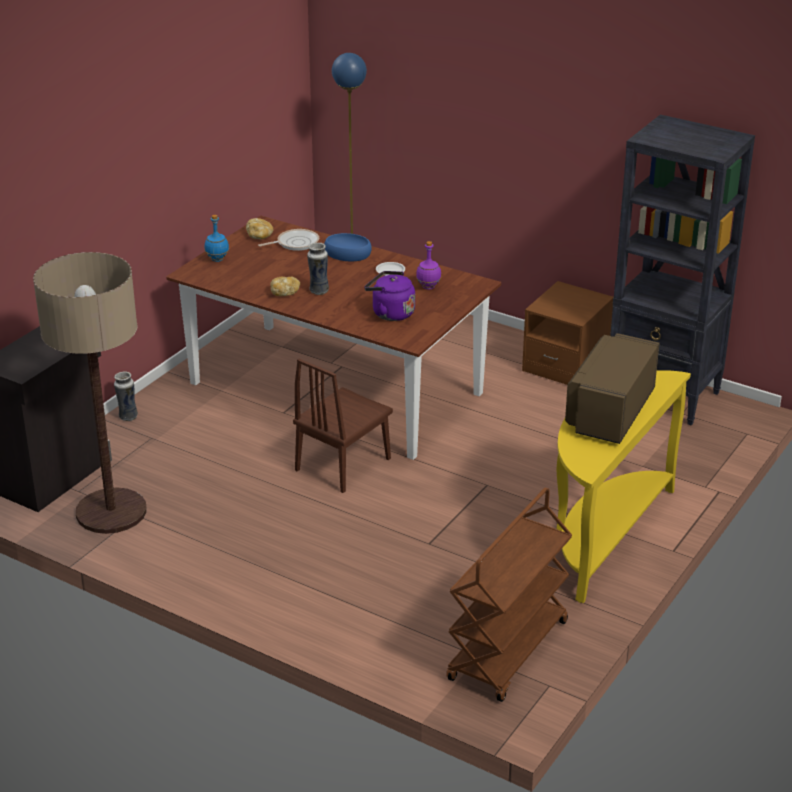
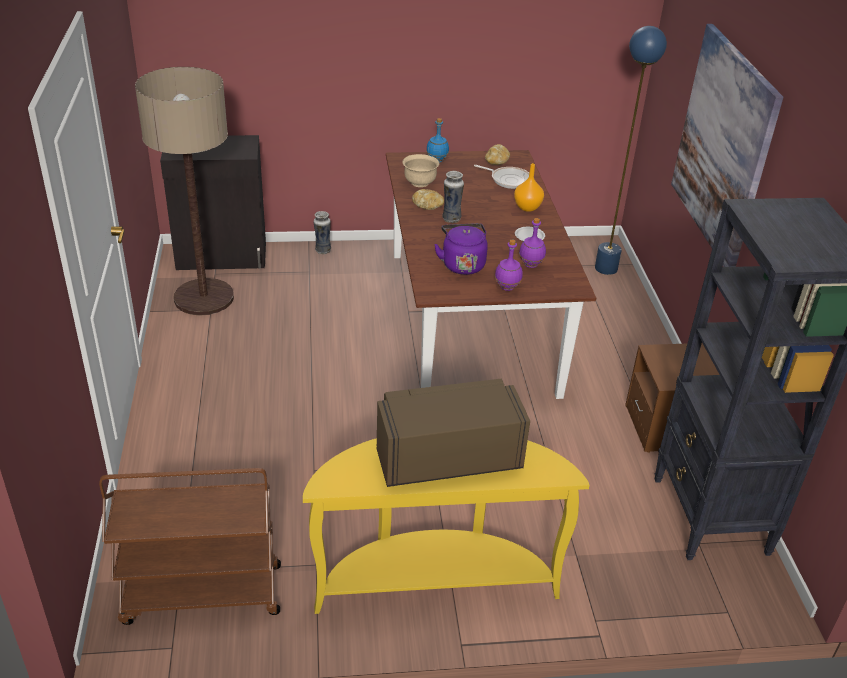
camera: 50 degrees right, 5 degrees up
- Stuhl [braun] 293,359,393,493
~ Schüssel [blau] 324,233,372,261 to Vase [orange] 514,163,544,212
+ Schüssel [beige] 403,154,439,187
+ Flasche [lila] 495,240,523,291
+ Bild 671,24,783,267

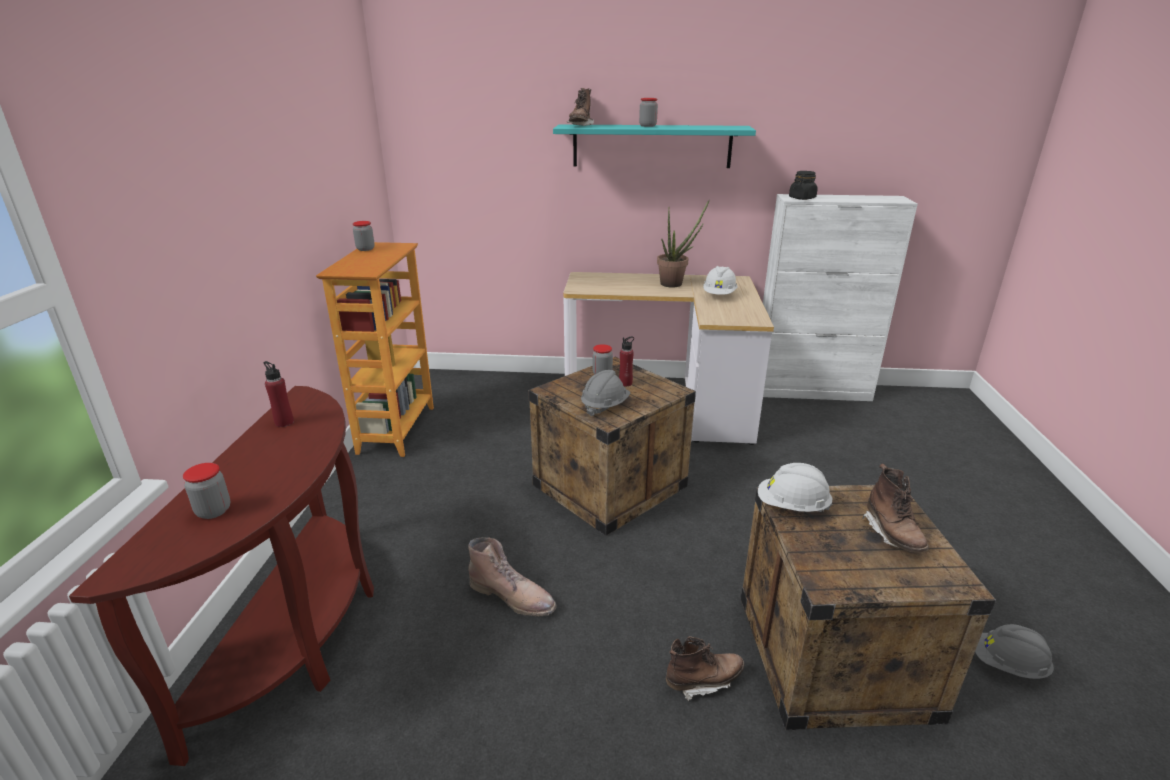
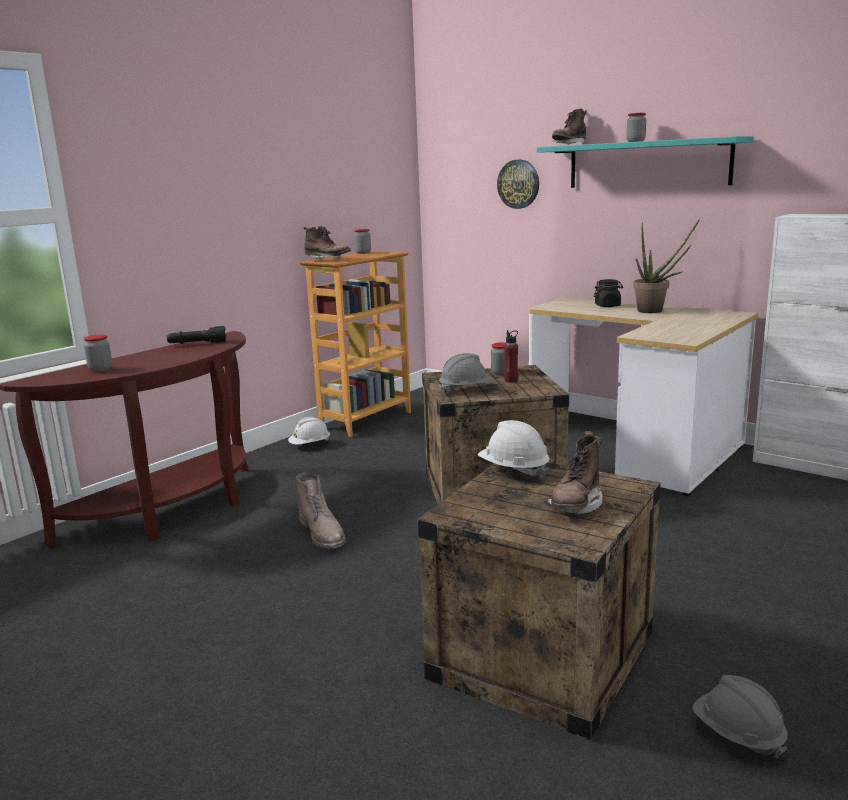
camera: 35 degrees right, 10 degrees down
~ Flasche [rot] 264,361,294,427 to Taschenlampe [schwarz] 167,326,227,344
~ Stiefel [braun] 666,636,744,701 to 303,226,351,260
~ Schutzhelm [weiß] 703,266,737,295 to 288,417,330,445
~ Vorratsglas [schwarz] 789,171,818,200 to 594,279,623,307
+ Wanduhr 497,160,539,209

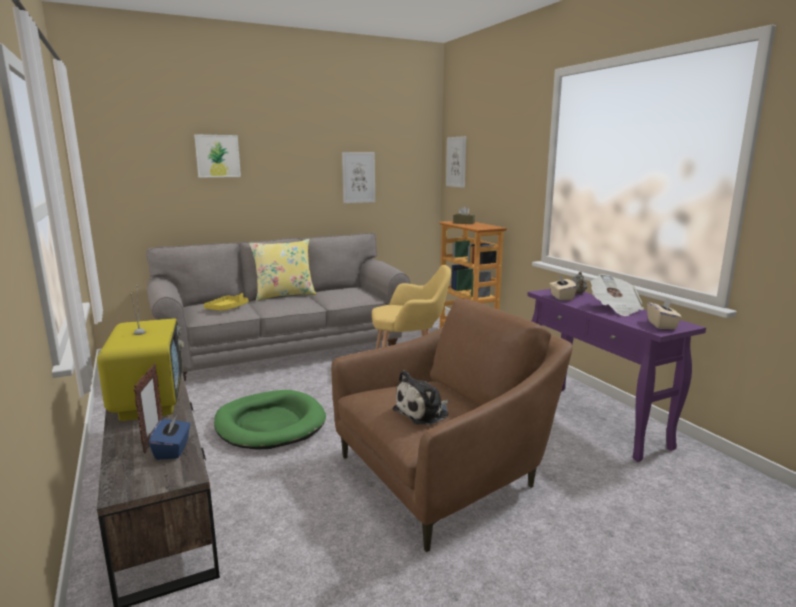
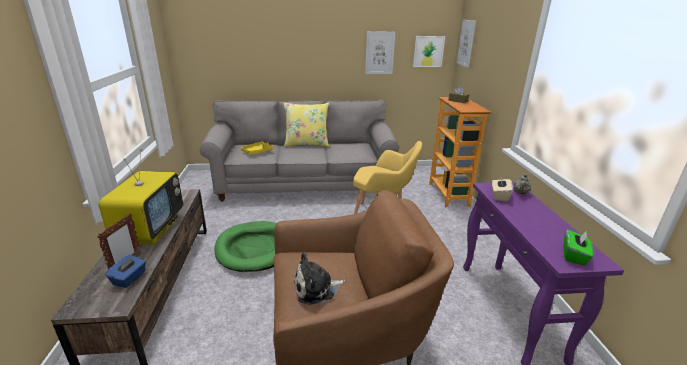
camera: 20 degrees right, 10 degrees up
~ Bild 194,135,241,178 to 413,36,445,67
- Zeitung 591,274,644,316
~ Taschentuchbox [beige] 647,298,682,329 to Taschentuchbox [grün] 563,229,593,265

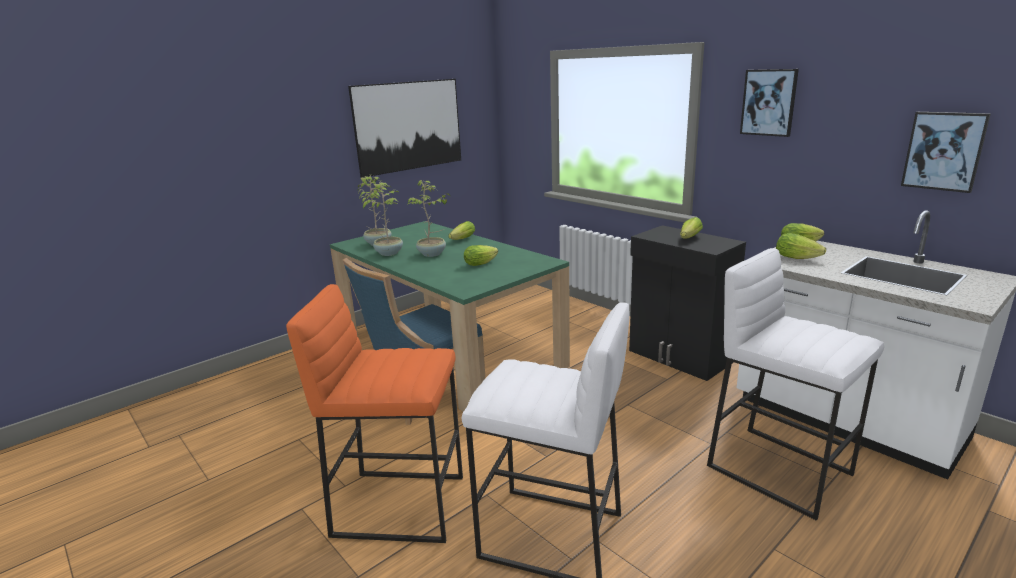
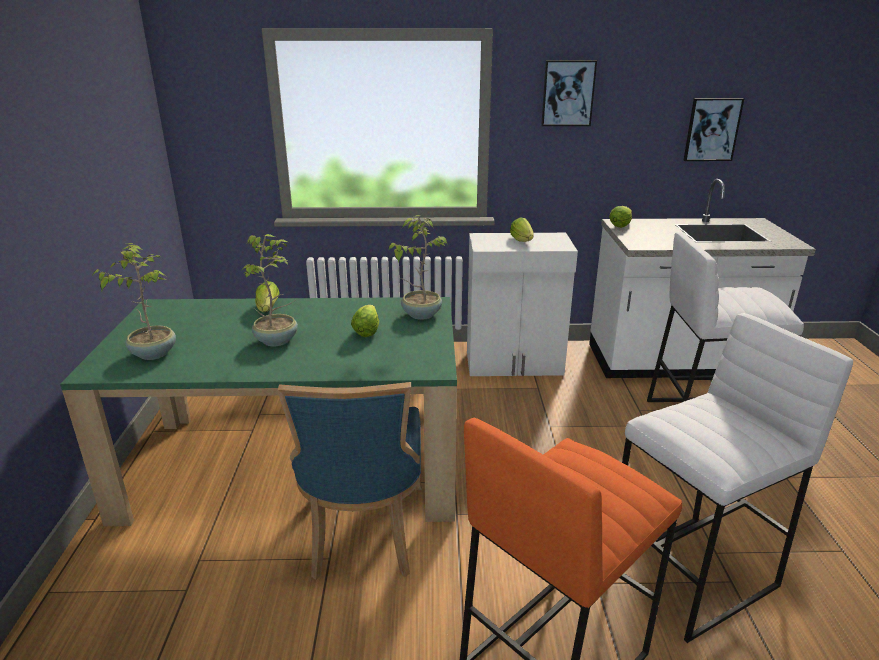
camera: 50 degrees left, 5 degrees up
- Bild 348,79,461,177
~ Topfpflanze 362,181,403,256 to 389,215,447,320
~ Schrank [schwarz] 629,225,746,381 to Schrank [weiß] 467,233,578,376
- Salatkopf 776,233,826,259

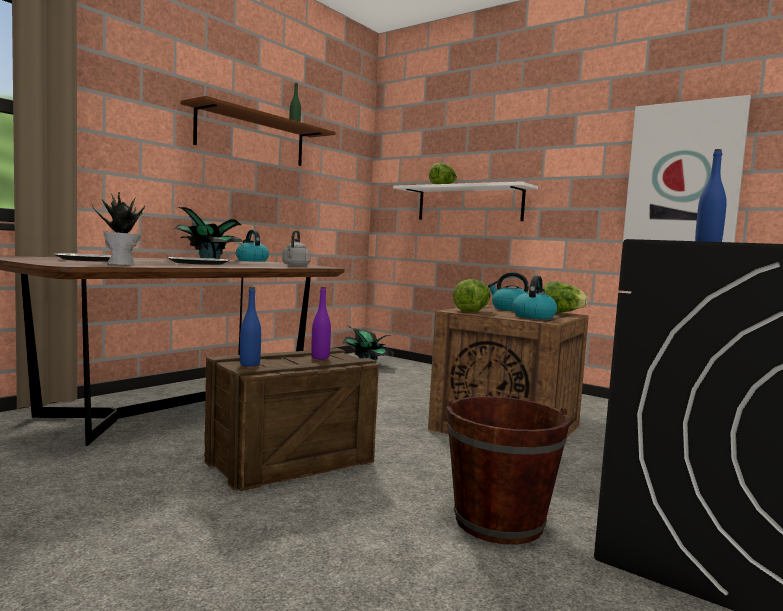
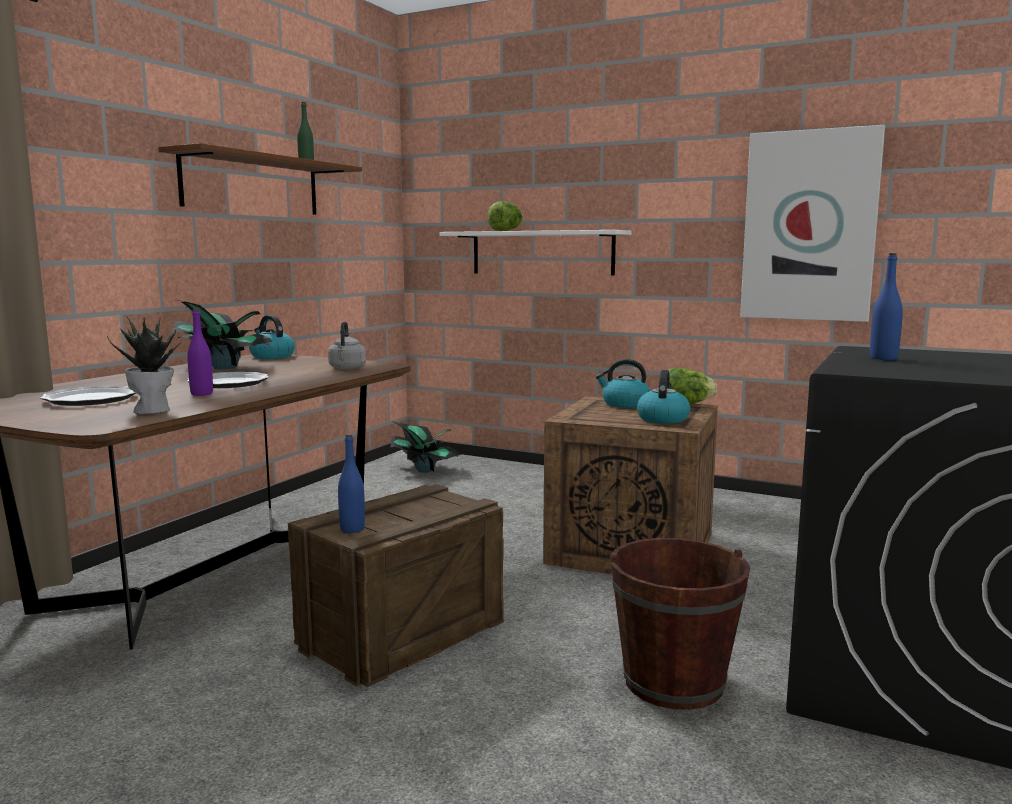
camera: 10 degrees left, 5 degrees up
~ Flasche [lila] 311,287,331,359 to 187,309,213,396
- Salatkopf 453,279,491,312

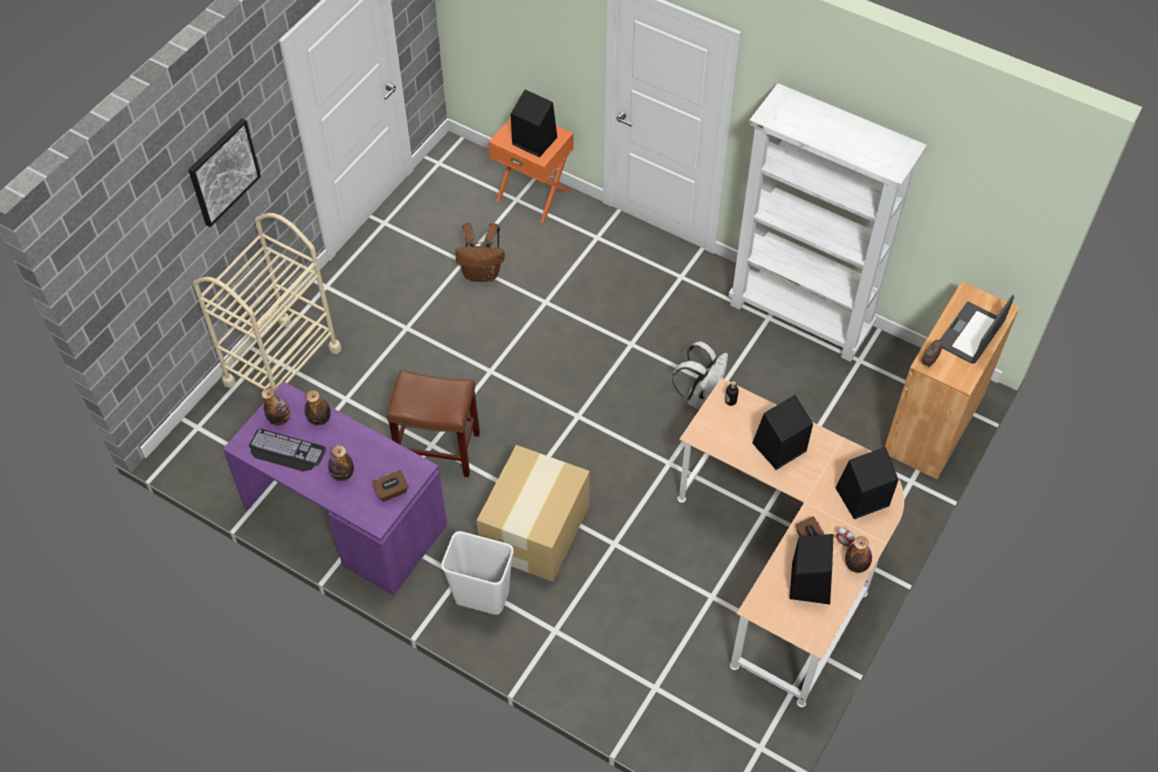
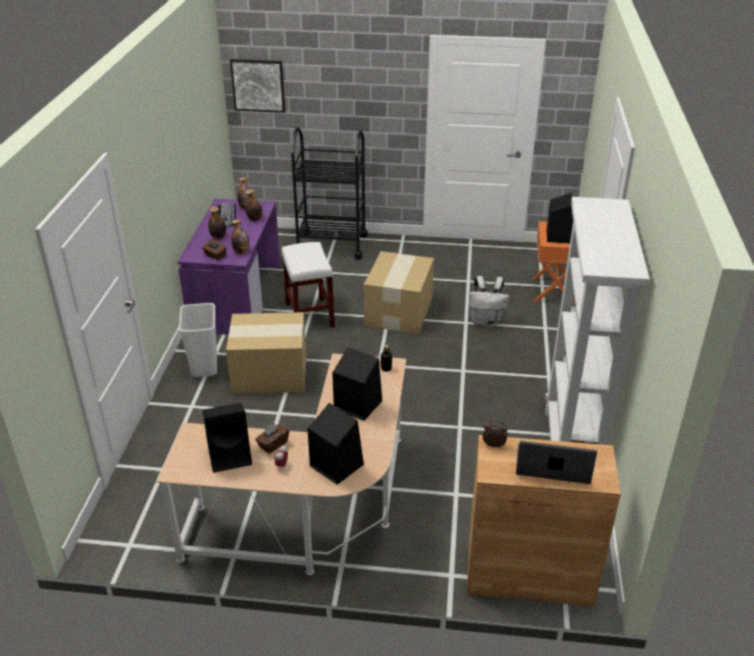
camera: 65 degrees right, 20 degrees down
~ Bild 188,118,261,227 to 230,59,285,113
~ Rollwagen [beige] 193,213,342,391 to Rollwagen [schwarz] 291,127,368,260
~ Hocker [braun] 387,370,480,478 to Hocker [weiß] 282,242,335,328
- Rucksack [braun] 455,223,505,282
~ Rucksack [weiß] 672,341,728,409 to 469,276,509,327
~ Flasche 845,536,872,573 to 231,219,249,254
+ Karton 364,251,434,334

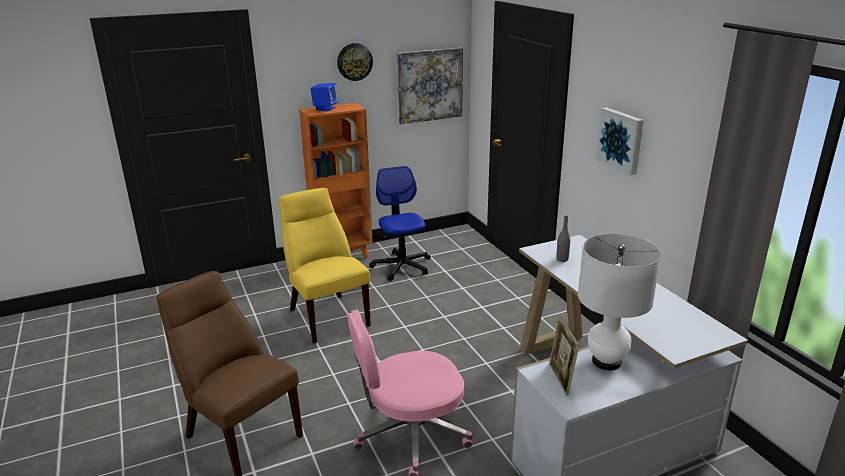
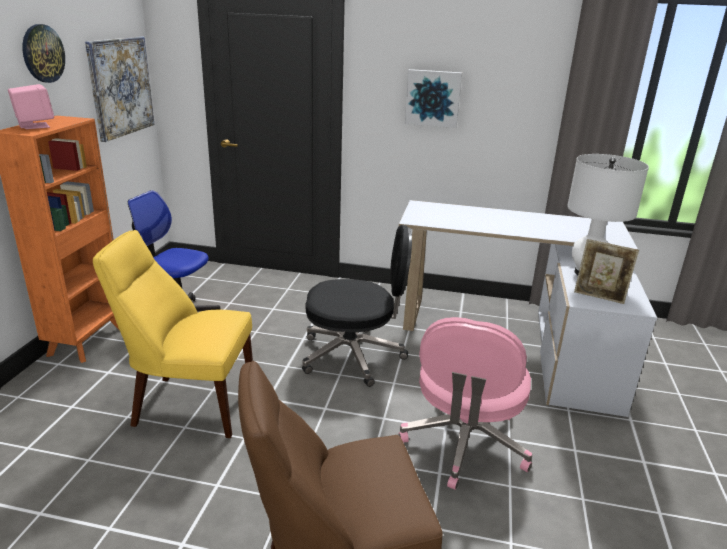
camera: 55 degrees left, 0 degrees up
~ Lautsprecher [blau] 310,83,339,111 to Lautsprecher [rosa] 8,84,54,129
- Flasche [grau] 556,216,570,262
+ Bürostuhl [schwarz] 302,225,412,387

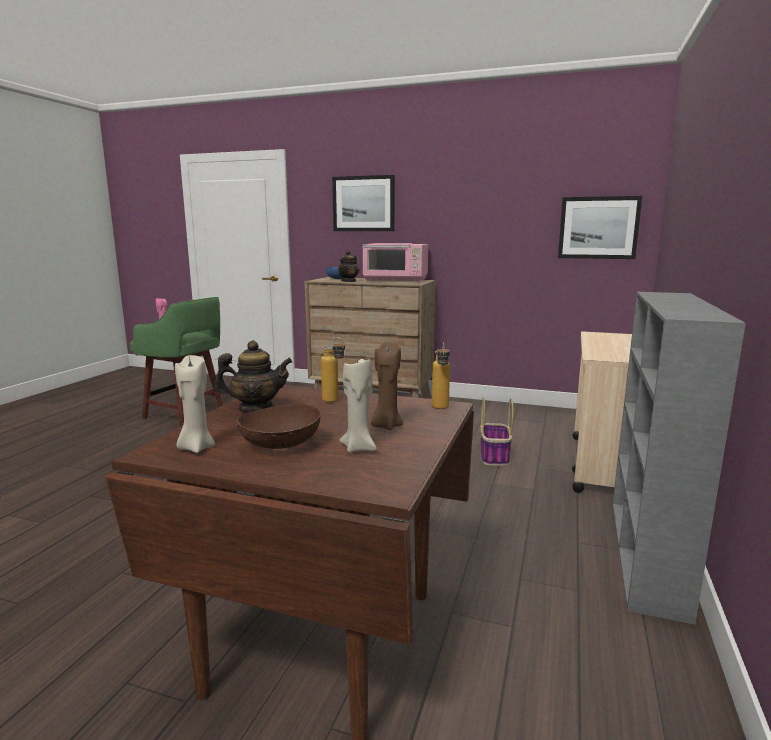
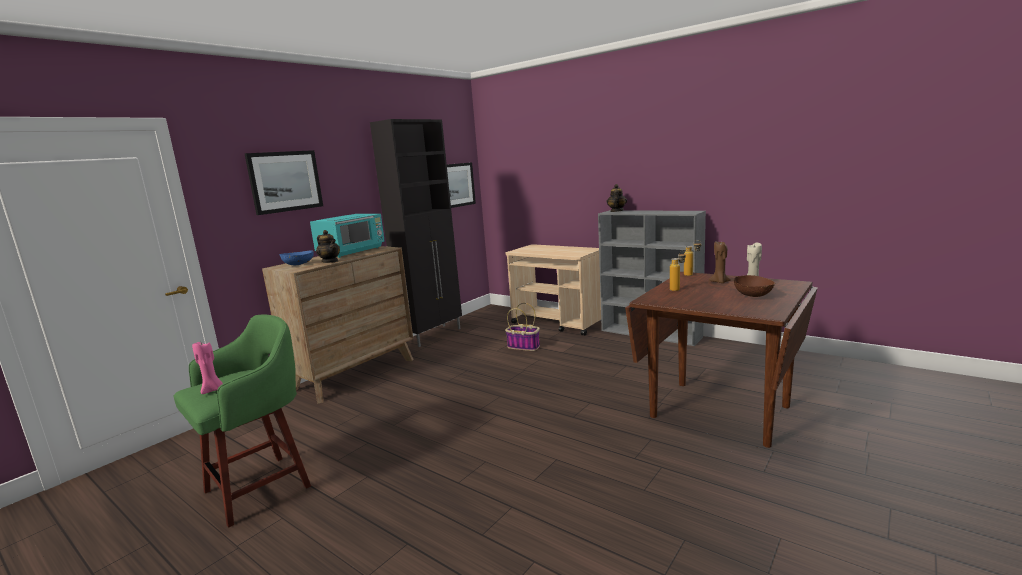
camera: 70 degrees left, 0 degrees up
- Kerze [beige] 175,355,215,453
~ Teekanne 215,340,292,413 to 607,184,627,212
~ Mikrowelle [rosa] 362,243,428,282 to Mikrowelle [türkis] 310,214,385,258
+ Schrank [schwarz] 370,119,462,347

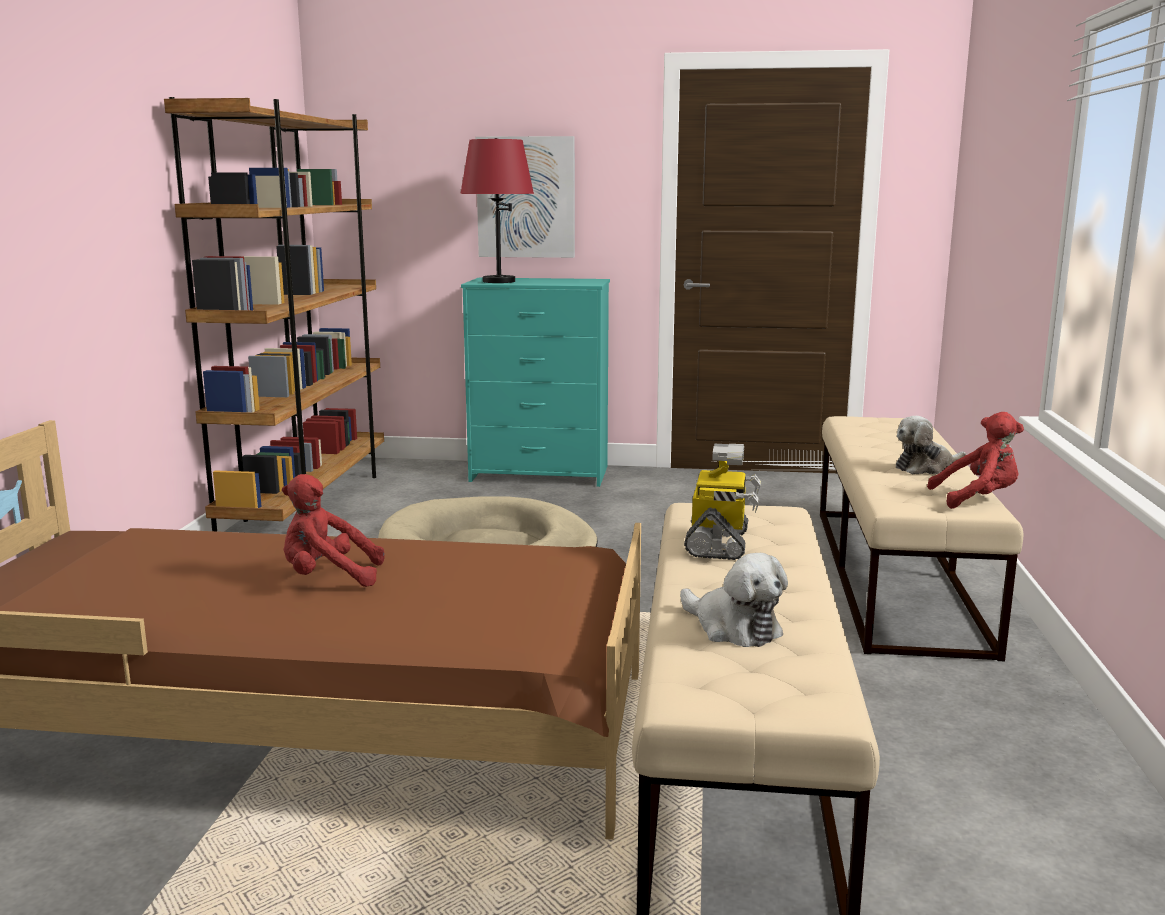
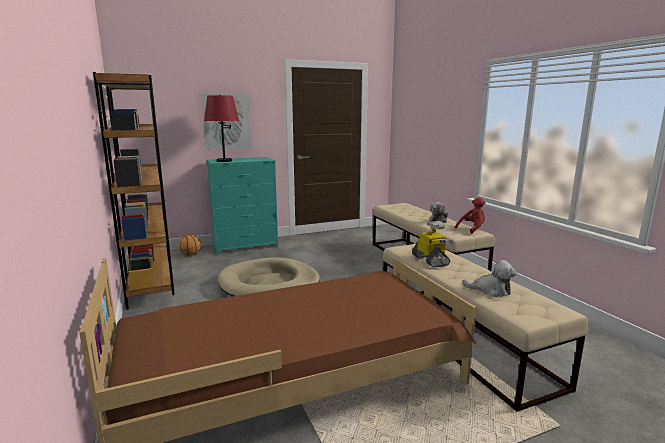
camera: 30 degrees left, 0 degrees up
- Plüschtier [rot] 282,474,384,587
+ Basketball 178,234,201,256

